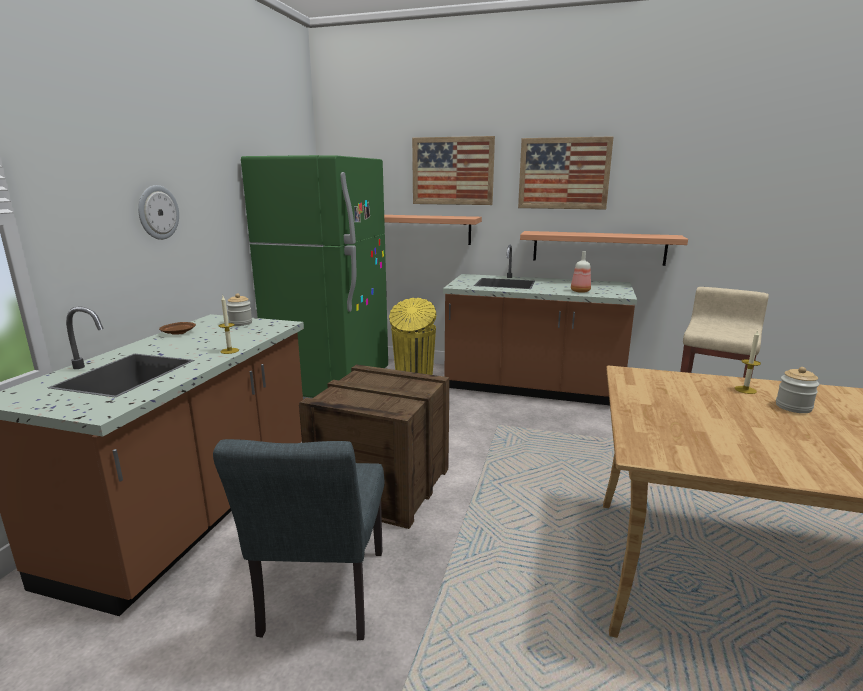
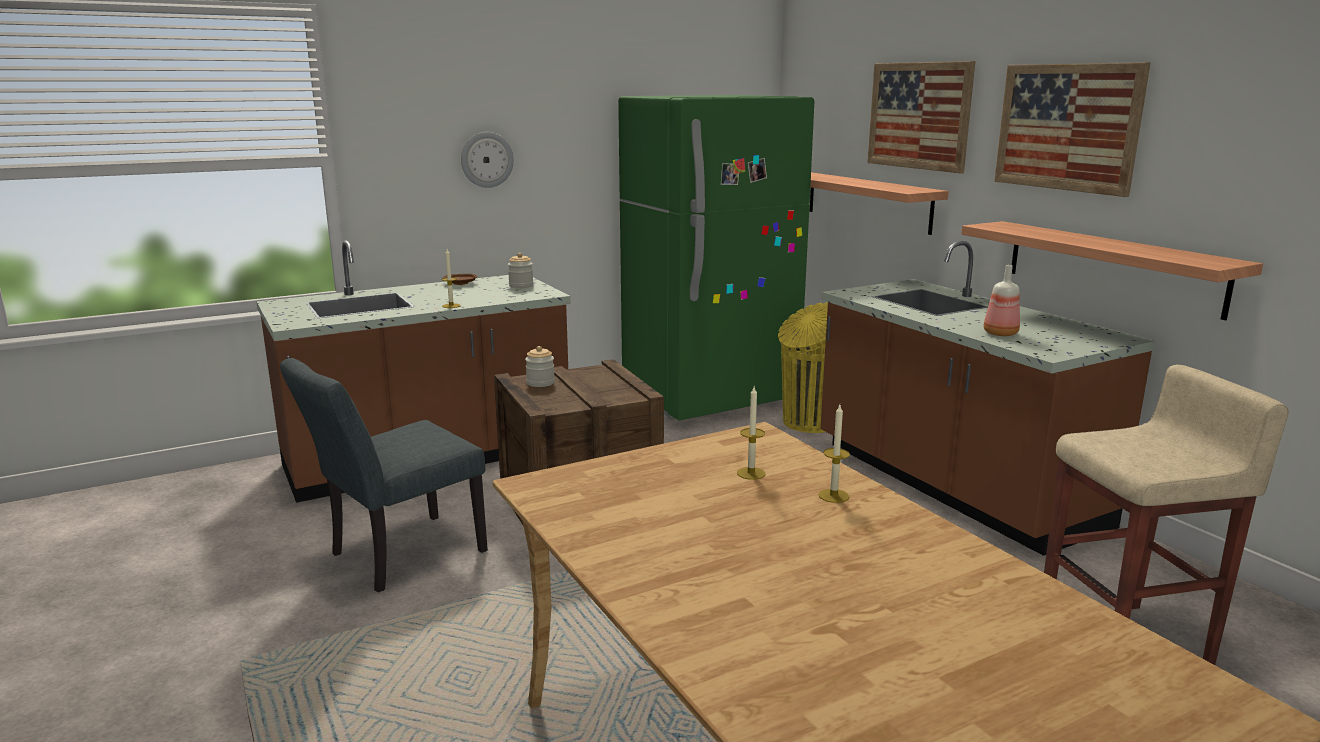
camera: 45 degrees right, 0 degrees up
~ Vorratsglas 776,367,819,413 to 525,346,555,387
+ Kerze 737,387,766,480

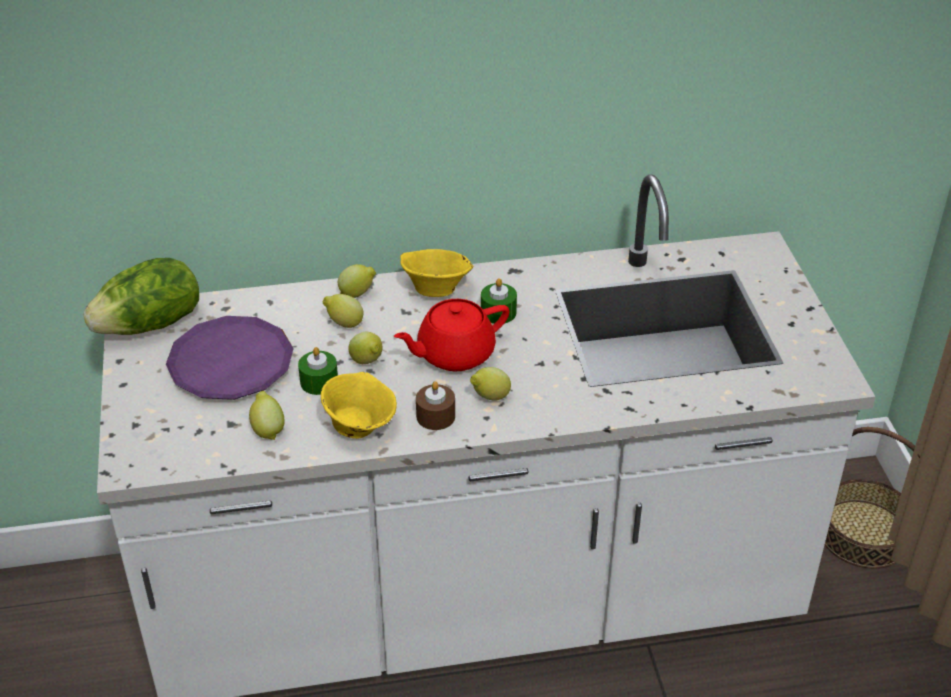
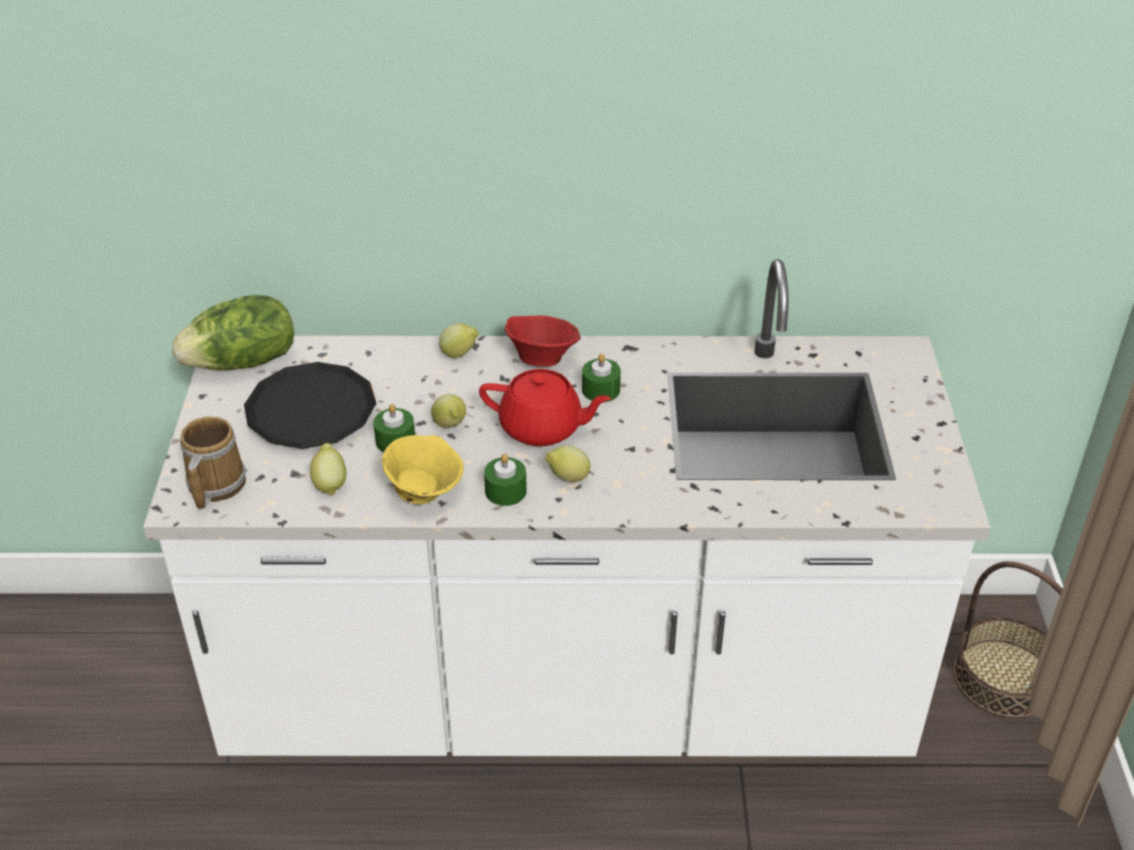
camera: 10 degrees right, 0 degrees up
~ Teller [lila] 166,316,294,400 to Teller [schwarz] 244,362,376,449
- Zitrone 323,294,364,328
~ Teekanne [rot] 394,299,510,371 = 479,369,611,446 150 degrees counterclockwise
~ Schüssel [gelb] 400,249,473,297 to Schüssel [rot] 505,315,581,367
~ Kerze [braun] 416,381,455,430 to Kerze [grün] 484,454,527,506
+ Henkelbecher 180,416,246,510

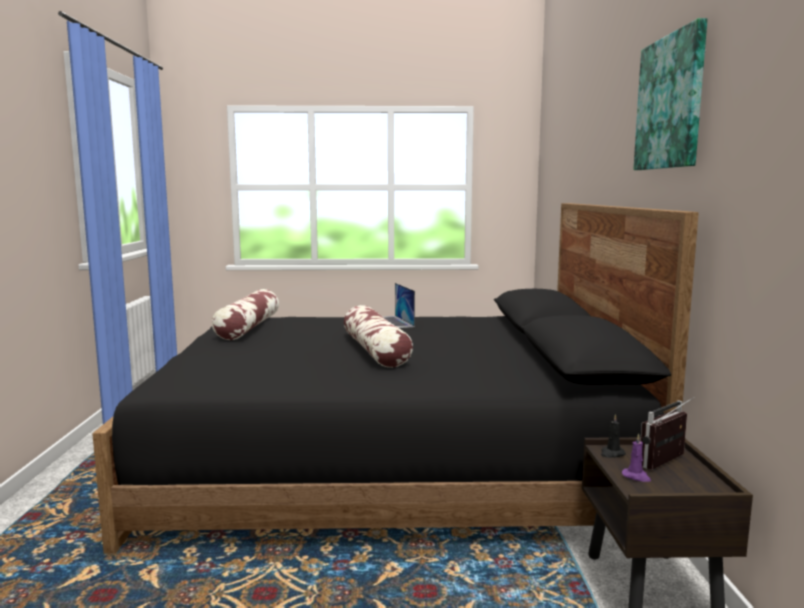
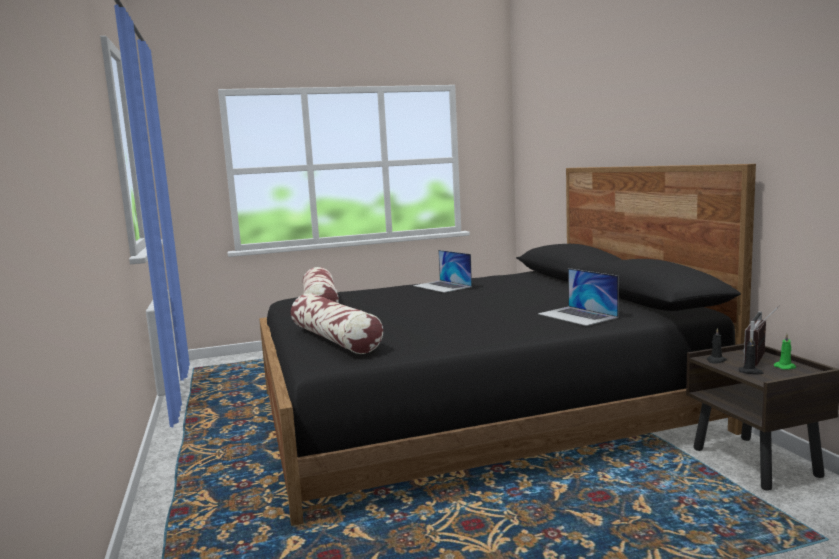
camera: 15 degrees left, 0 degrees up
~ Kissen 344,305,413,368 to 291,293,383,354
~ Kerze [lila] 622,433,651,482 to Kerze [schwarz] 739,337,763,374
- Bild 633,18,707,170
+ Laptop 538,268,619,326
+ Kerze [grün] 774,334,796,370

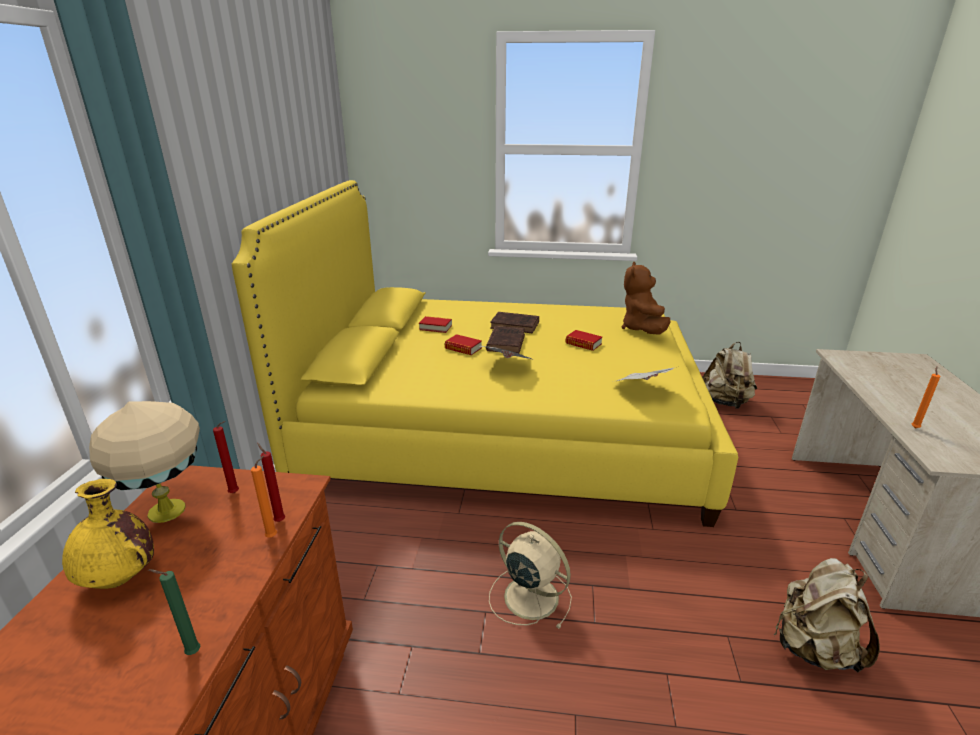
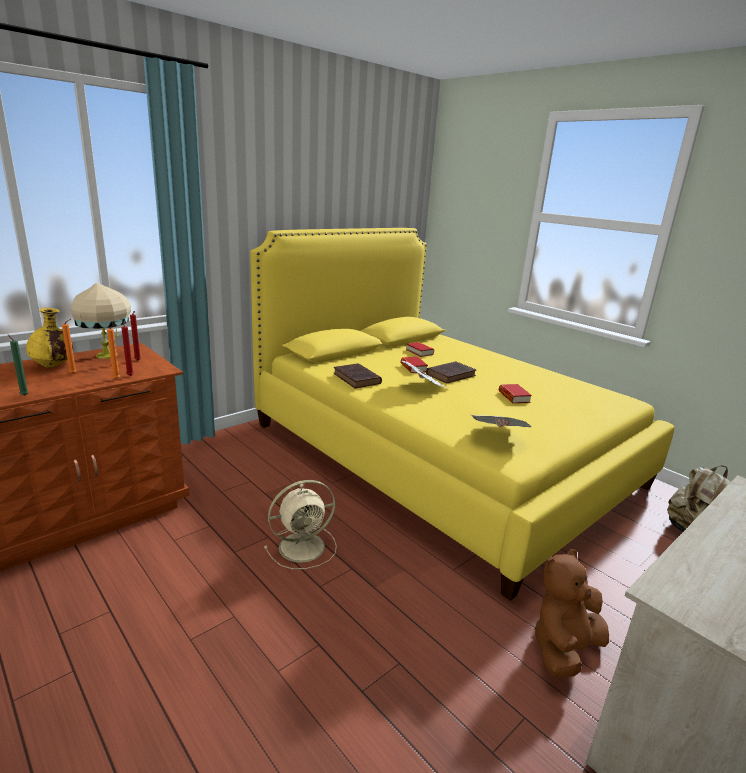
camera: 40 degrees right, 5 degrees down
~ Ventilator [beige] 489,522,572,629 = 264,480,337,569 75 degrees clockwise
~ Buch [braun] 490,312,539,333 to 333,363,382,388
~ Plüschtier [braun] 622,262,670,334 to 534,549,609,678
- Rucksack [beige] 774,558,880,672
~ Kerze [orange] 911,366,941,428 to 62,319,77,374

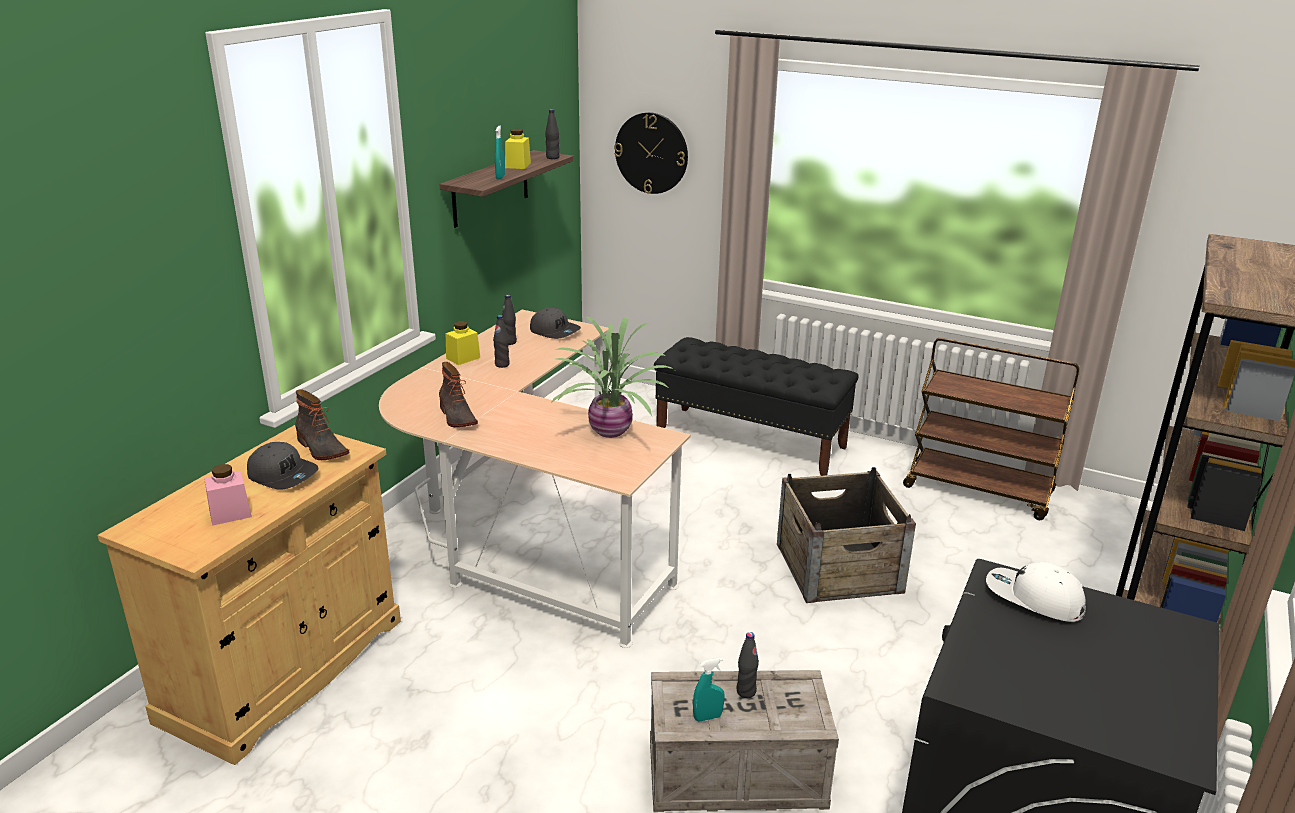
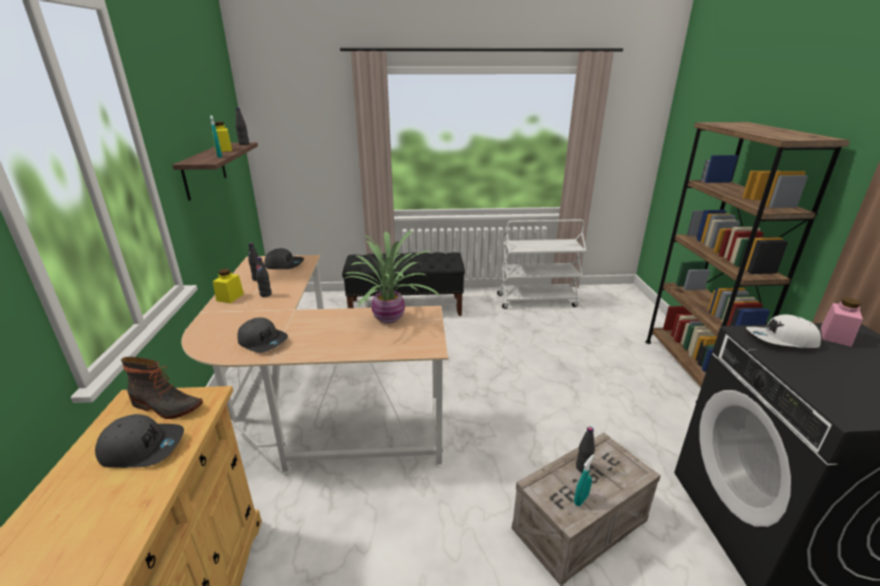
camera: 30 degrees left, 0 degrees up
~ Vorratsglas [rosa] 204,464,252,526 to 821,298,863,347
~ Stiefel 439,362,478,427 to Kappe [grau] 237,318,288,353
- Wanduhr 614,112,688,194
- Kiste 777,467,916,603
~ Rollwagen [braun] 903,338,1079,520 to Rollwagen [weiß] 497,219,586,309

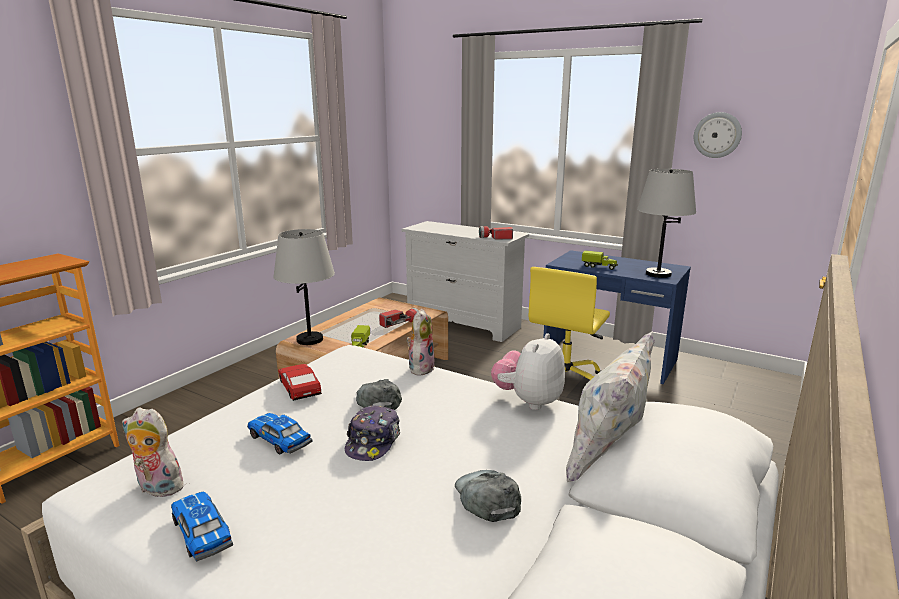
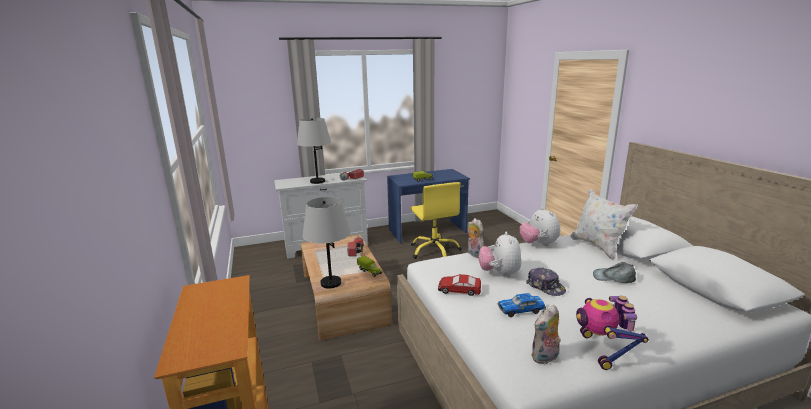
camera: 50 degrees left, 0 degrees up
~ Spielzeugauto 171,492,233,562 to Spielzeugroboter 576,296,649,370
~ Kappe [grau] 356,379,402,410 to Plüschtier 478,232,522,278
~ Tischlampe [grau] 637,169,696,278 to 297,118,331,184
- Wanduhr 694,112,742,158

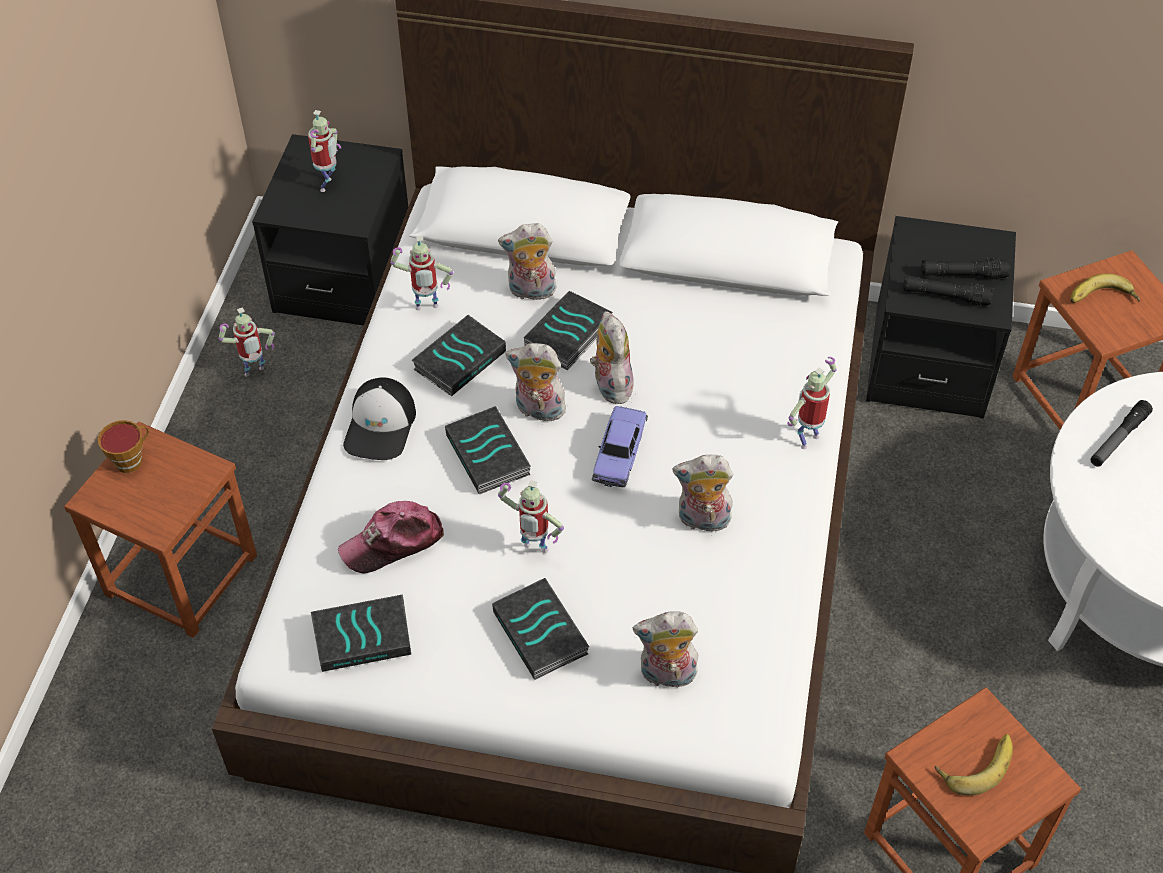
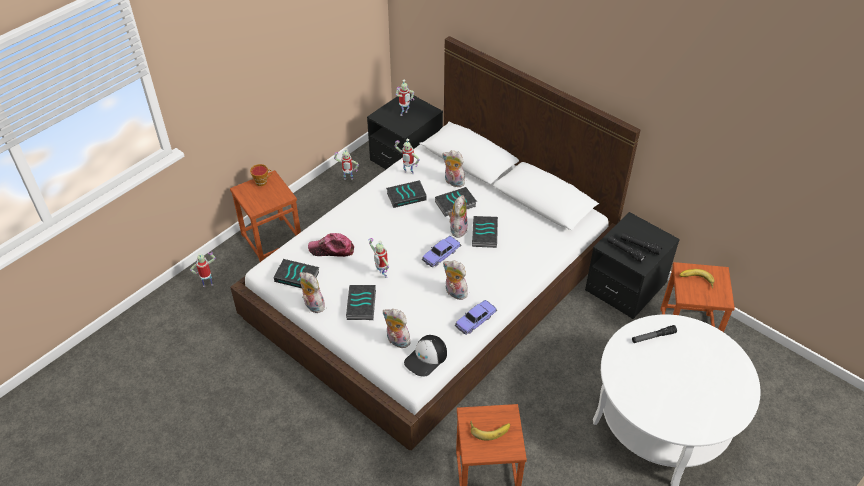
camera: 30 degrees right, 5 degrees down
~ Kappe 343,377,416,460 to 404,335,447,377
~ Buch 445,406,531,494 to 472,216,498,248
~ Plüschtier 506,343,566,422 to 299,272,325,313
~ Spielzeugroboter 787,357,837,449 to 190,252,216,287
+ Spielzeugauto 455,300,497,335

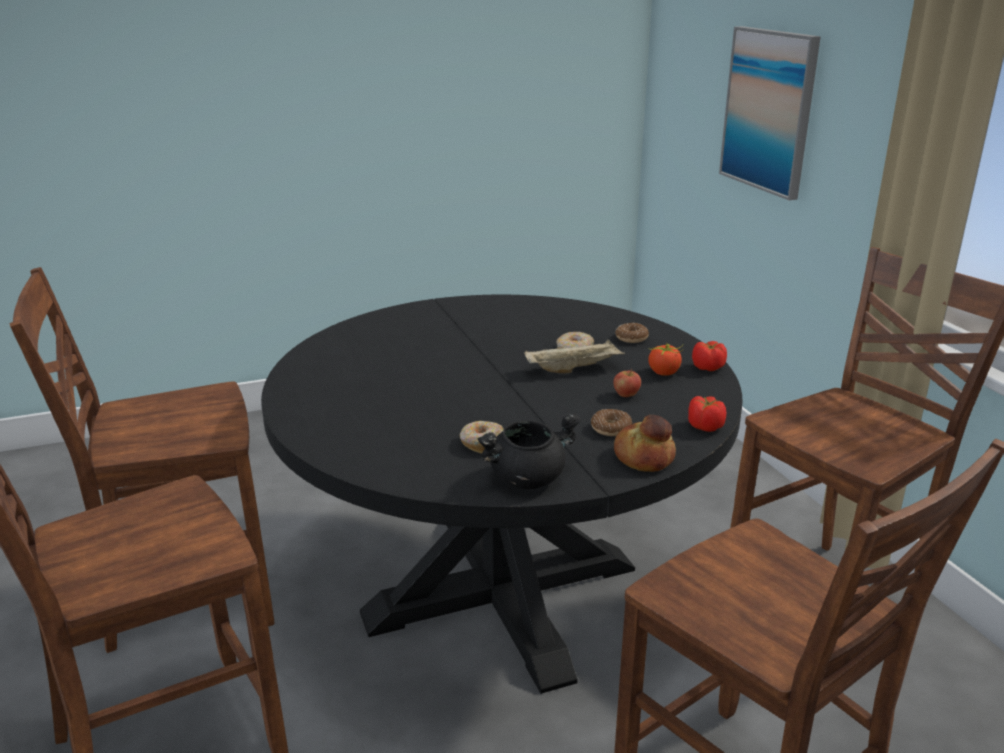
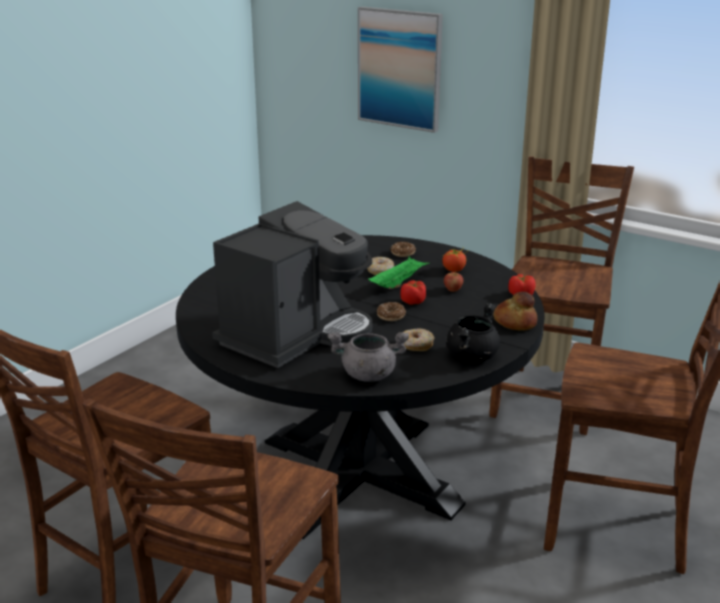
camera: 35 degrees left, 0 degrees up
~ Tablett [beige] 524,339,625,373 to Tablett [grün] 368,256,429,289
~ Donut 591,409,632,436 to 377,302,406,321
~ Tomate 692,341,727,371 to 401,280,426,305
+ Kaffeemaschine 212,201,373,368
+ Kochtopf [grau] 328,332,409,382

